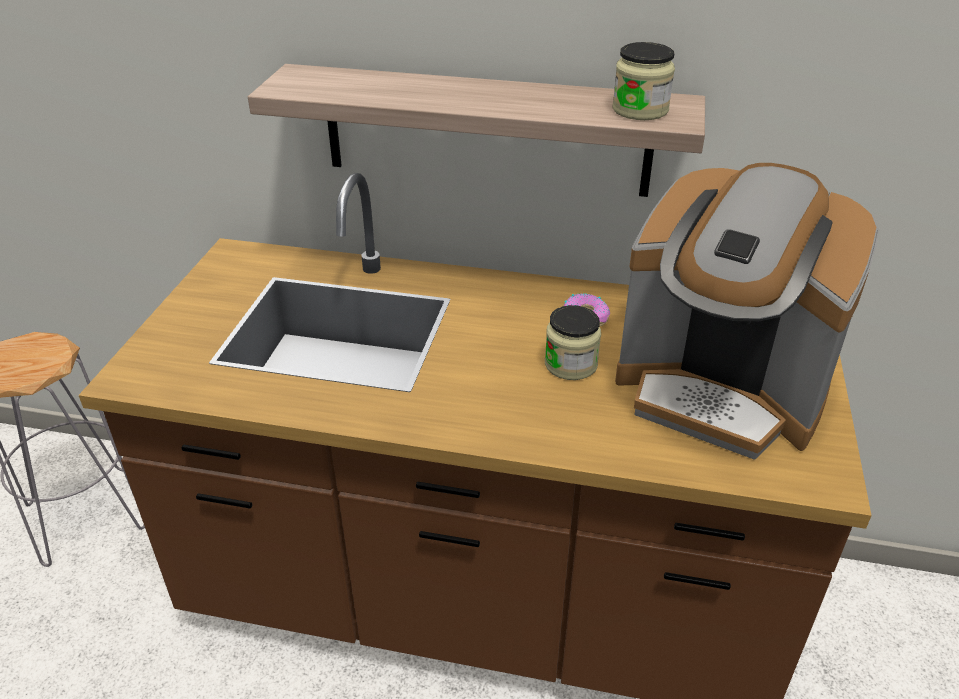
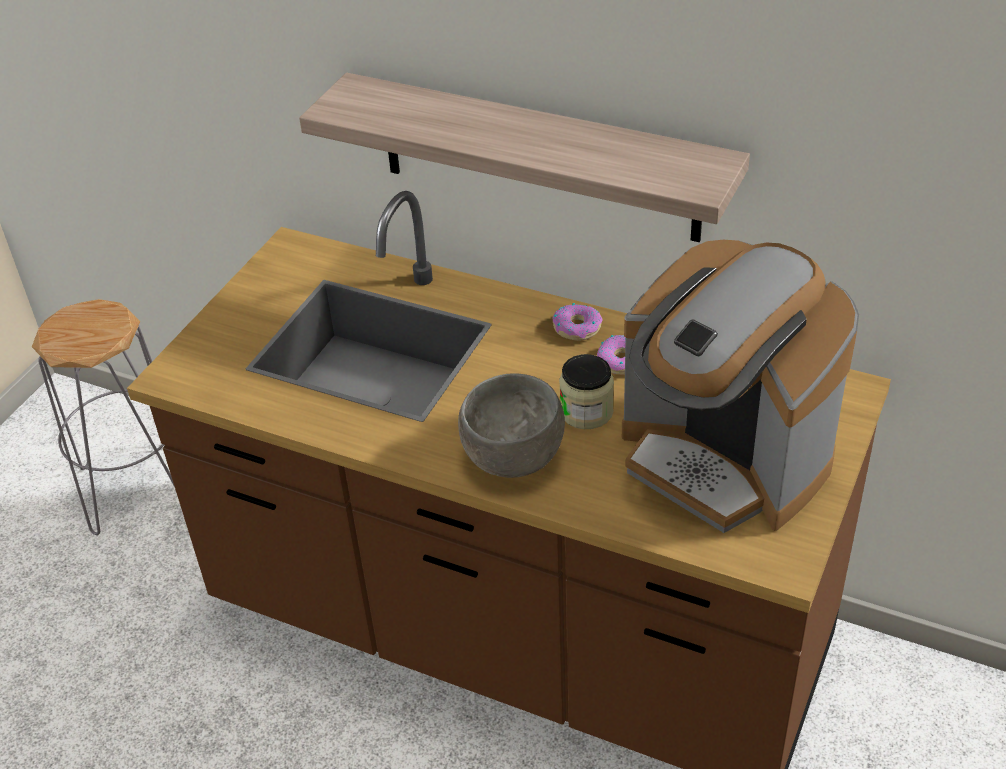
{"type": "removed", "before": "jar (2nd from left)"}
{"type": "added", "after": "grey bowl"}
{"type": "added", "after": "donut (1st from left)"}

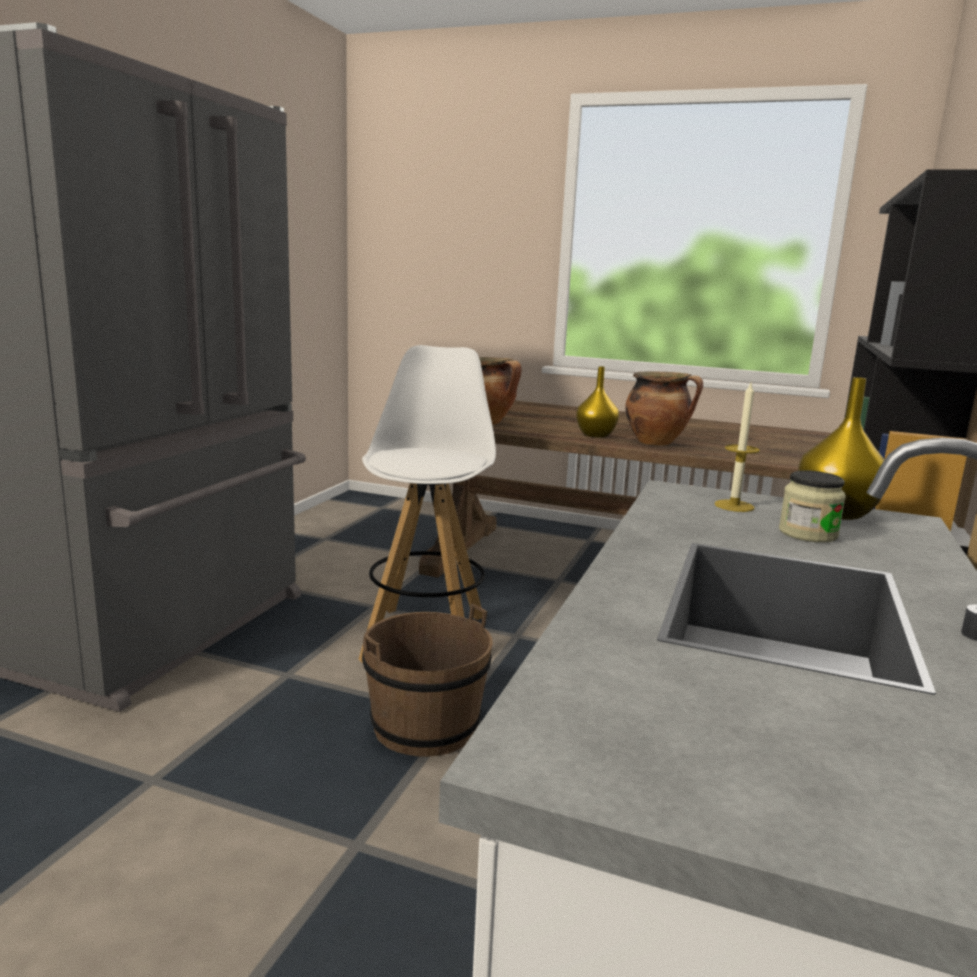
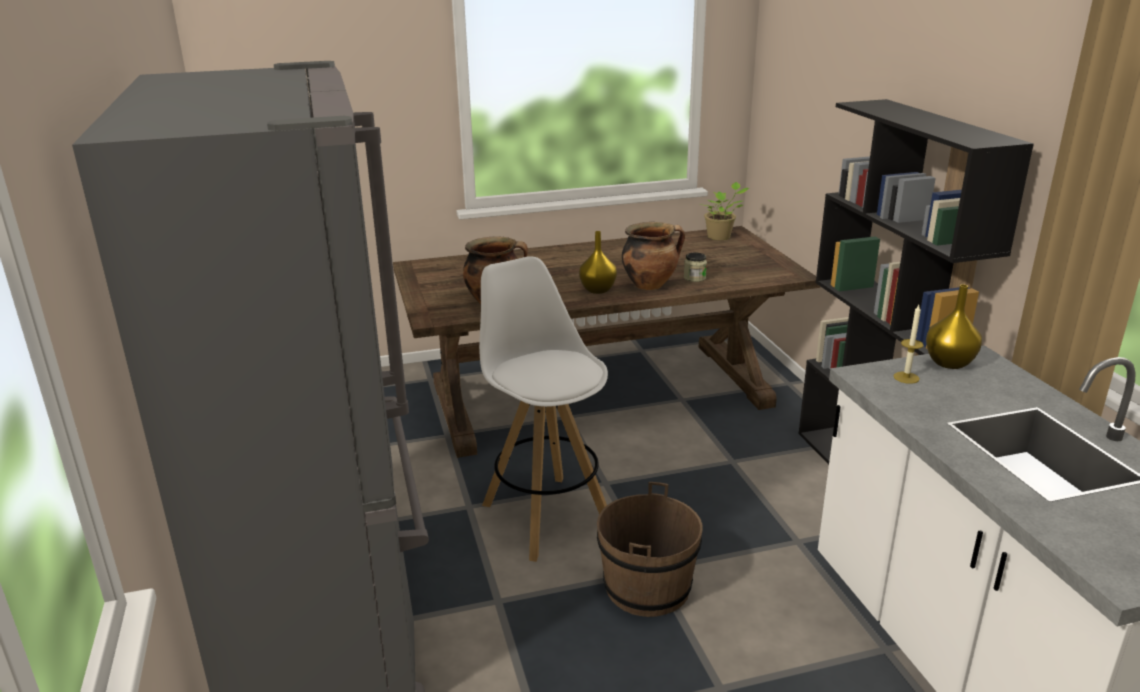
{"type": "added", "after": "potted plant"}
{"type": "moved", "before": "jar"}

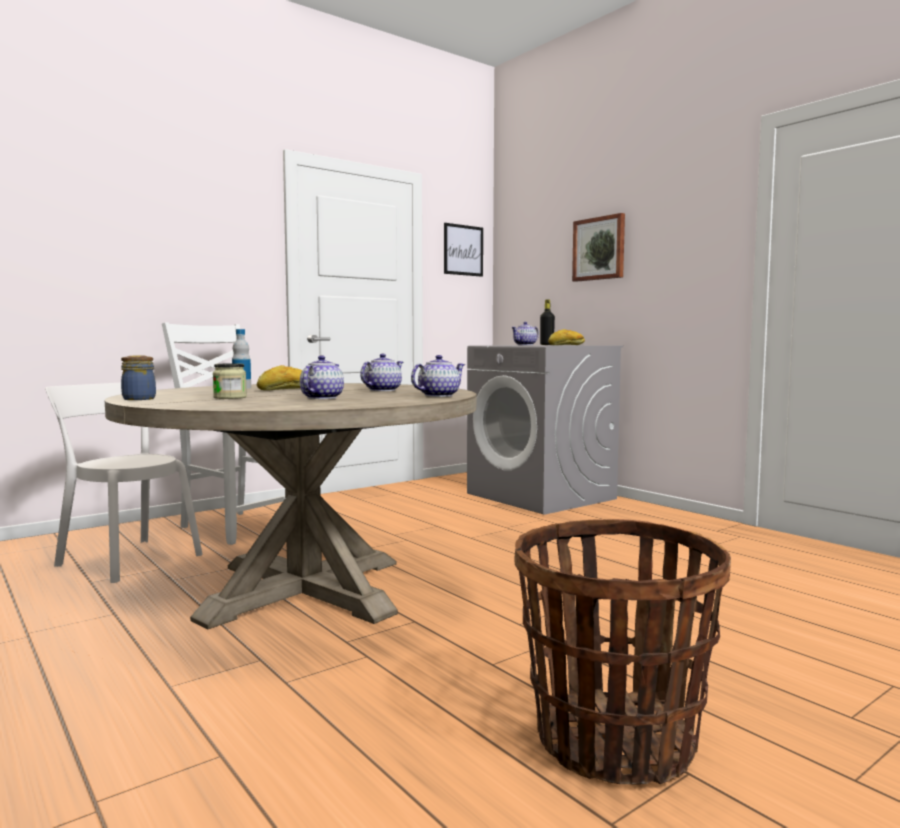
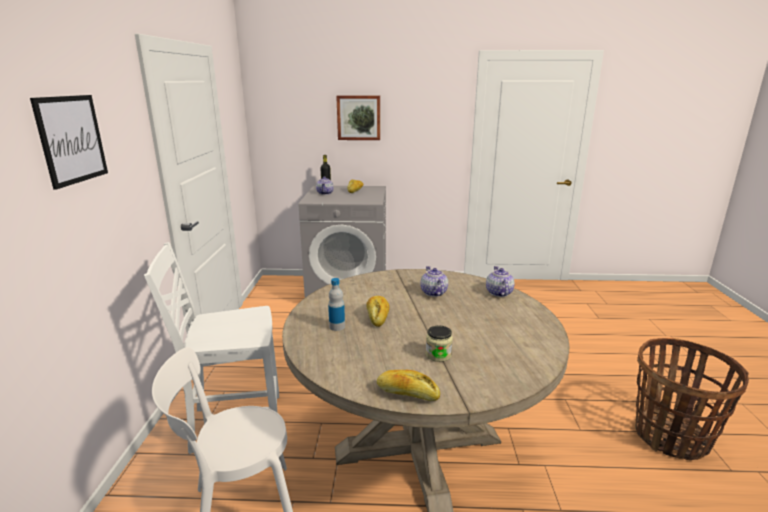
{"type": "removed", "before": "teapot (1st from left)"}
{"type": "moved", "before": "picture (1st from left)"}
{"type": "replaced", "before": "jar (1st from left)", "after": "bread (3rd from left)"}

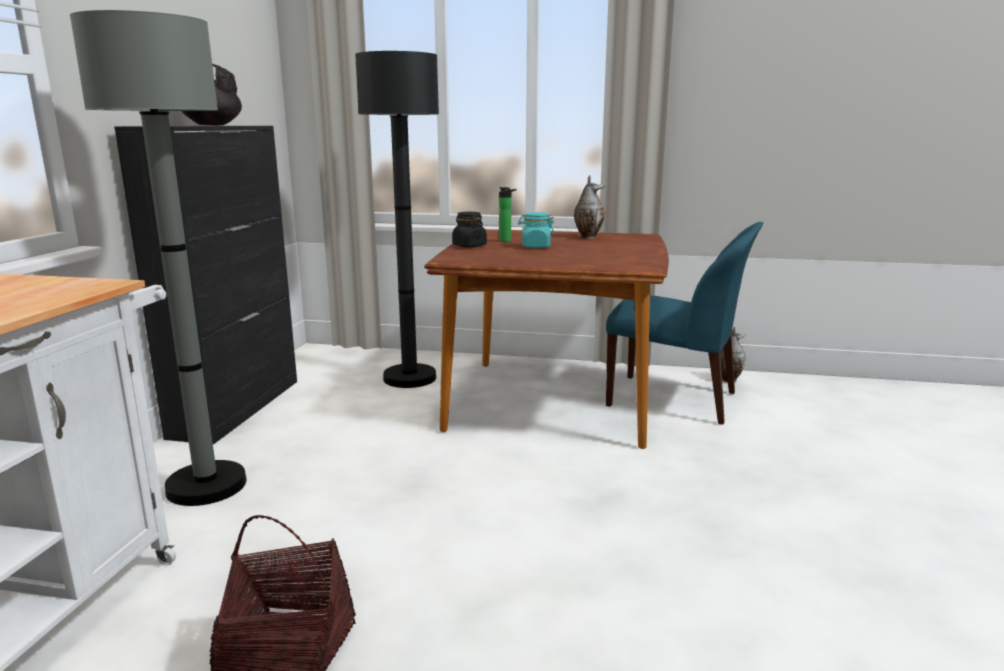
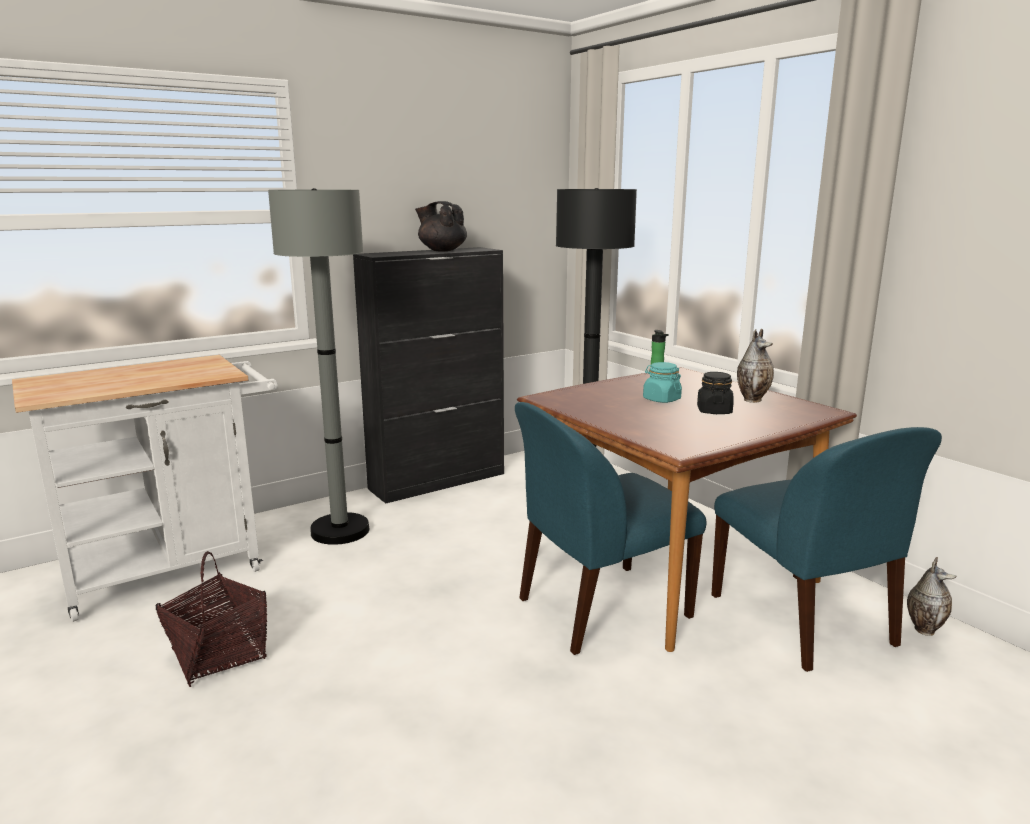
{"type": "added", "after": "blue chair (1st from left)"}
{"type": "moved", "before": "black jar"}

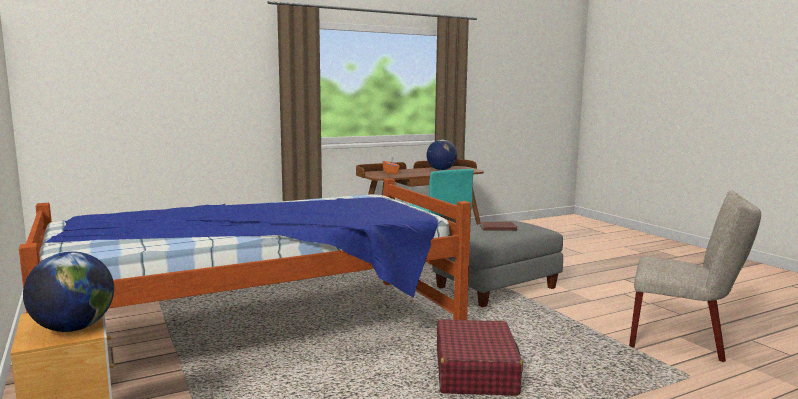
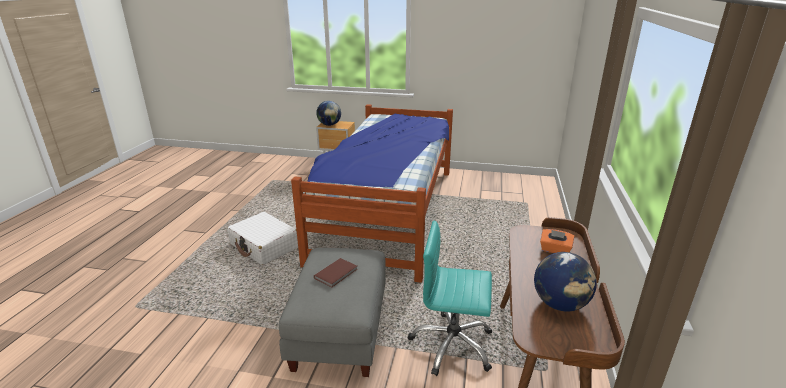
{"type": "removed", "before": "beige chair"}
{"type": "recoloured", "before": "red suitcase", "after": "white suitcase"}

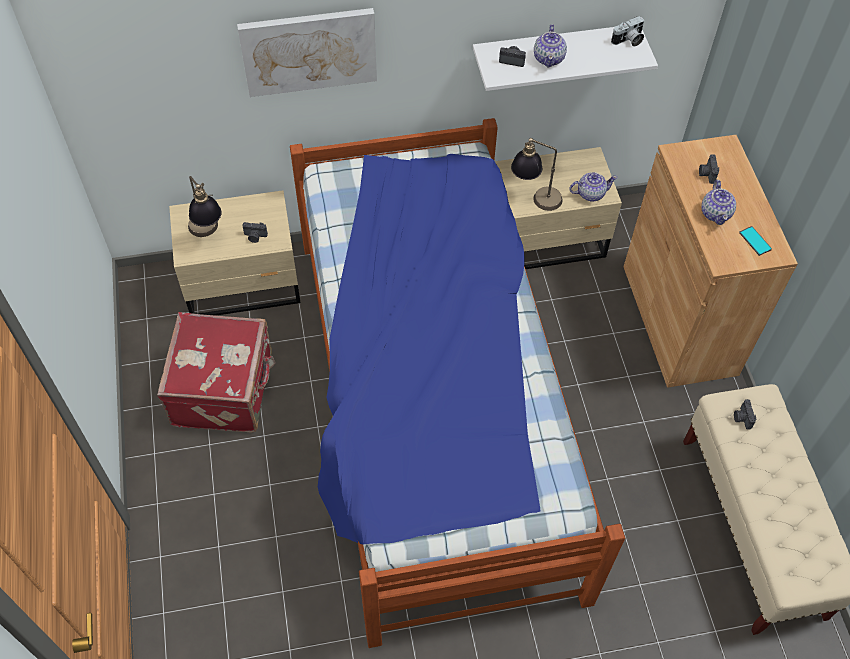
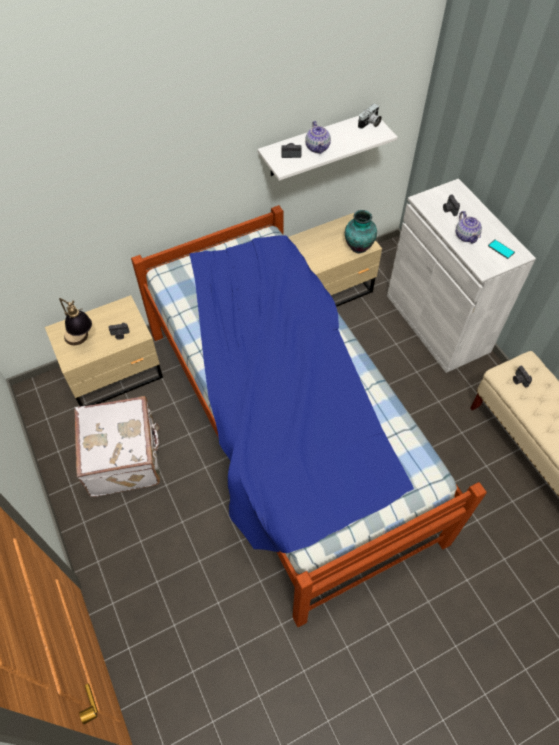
{"type": "removed", "before": "picture"}
{"type": "removed", "before": "table lamp (2nd from left)"}
{"type": "replaced", "before": "teapot (2nd from left)", "after": "vase"}
{"type": "recoloured", "before": "red suitcase", "after": "white suitcase"}
{"type": "recoloured", "before": "brown cabinet", "after": "white cabinet"}

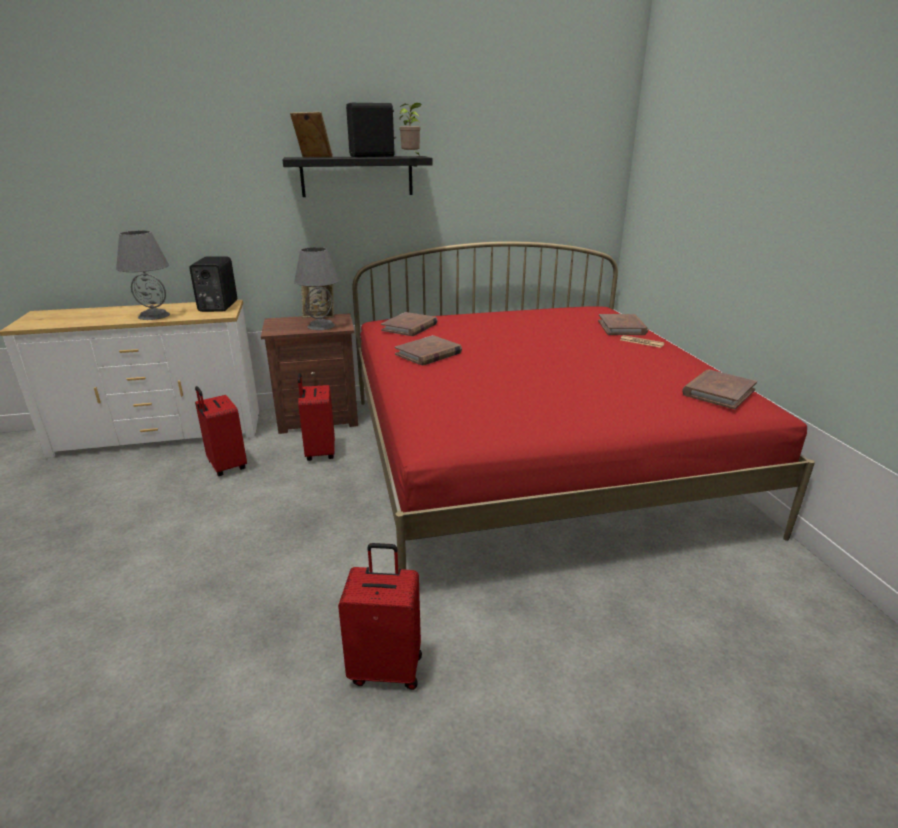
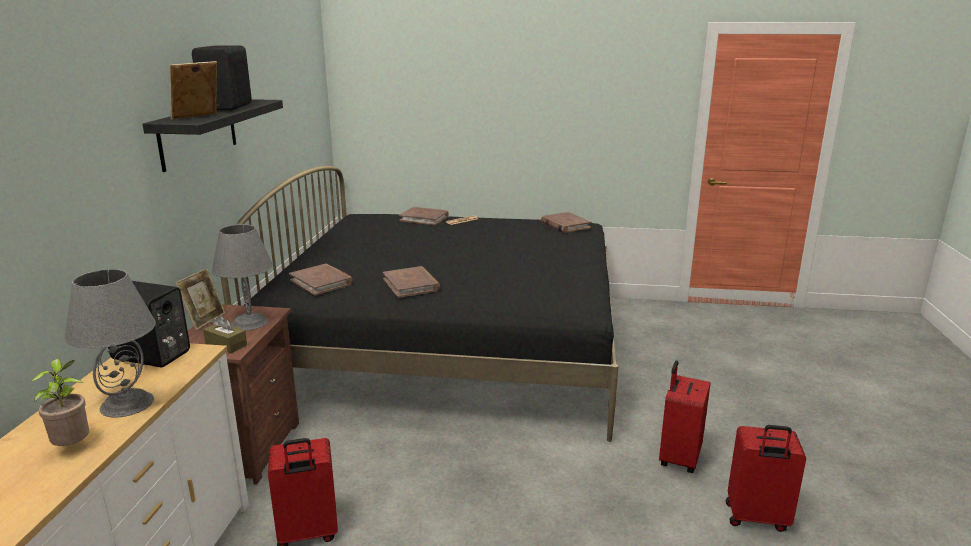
{"type": "added", "after": "brown tissue box"}
{"type": "moved", "before": "red suitcase (2nd from left in the first image)", "after": "red suitcase (3rd from left)"}
{"type": "moved", "before": "potted plant"}
{"type": "recoloured", "before": "red bed", "after": "black bed"}

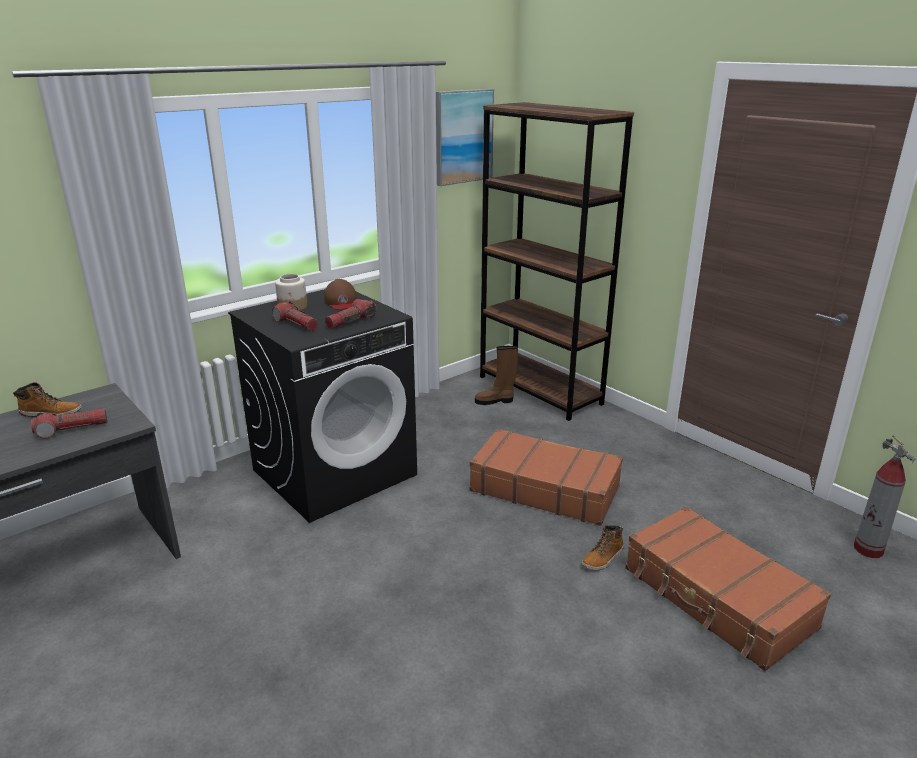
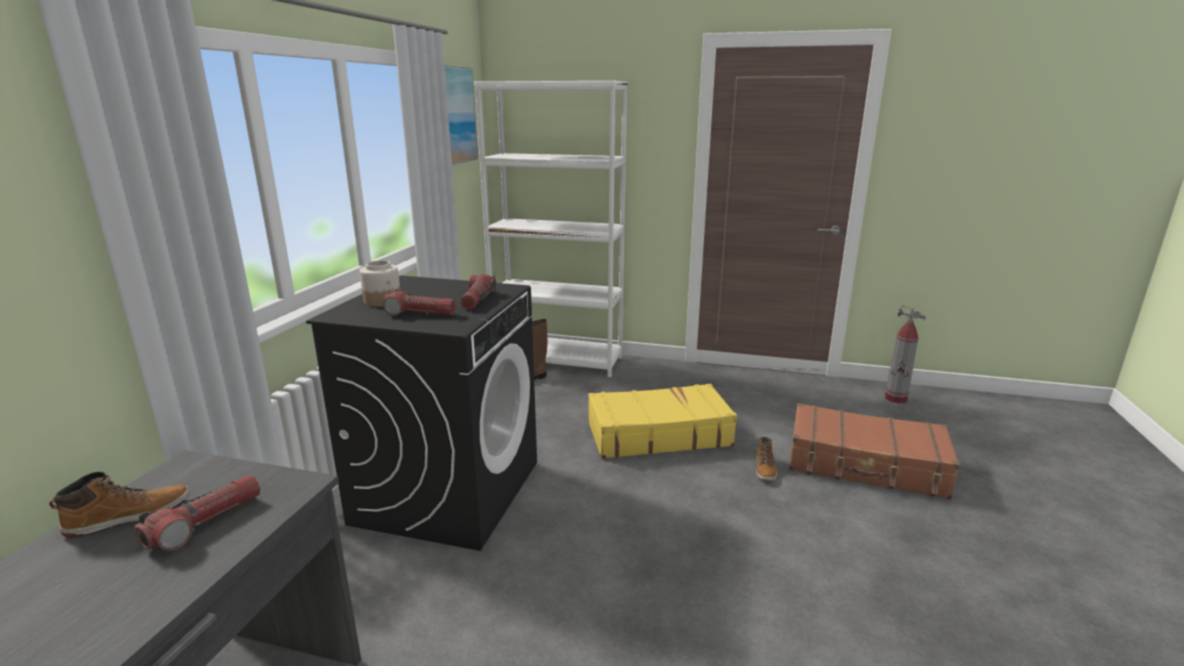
{"type": "removed", "before": "brown cap"}
{"type": "recoloured", "before": "brown suitcase (1st from left)", "after": "yellow suitcase"}
{"type": "recoloured", "before": "brown bookcase", "after": "white bookcase"}

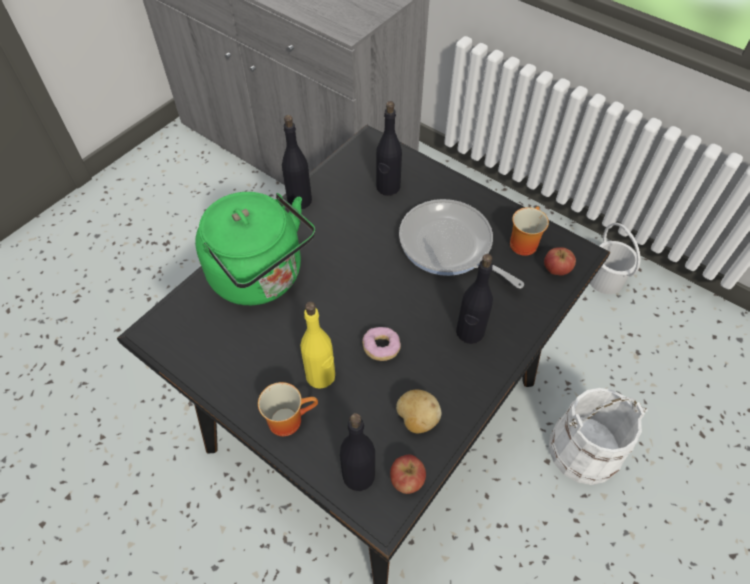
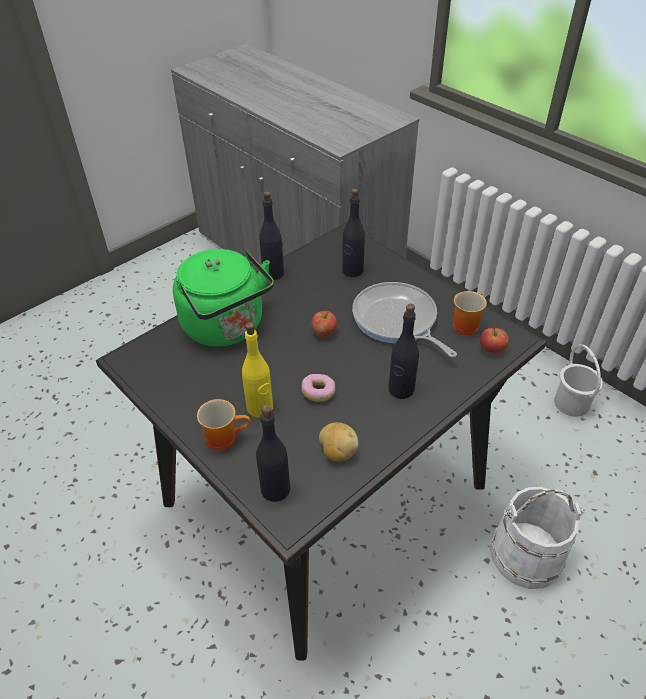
{"type": "moved", "before": "apple (1st from left)"}

